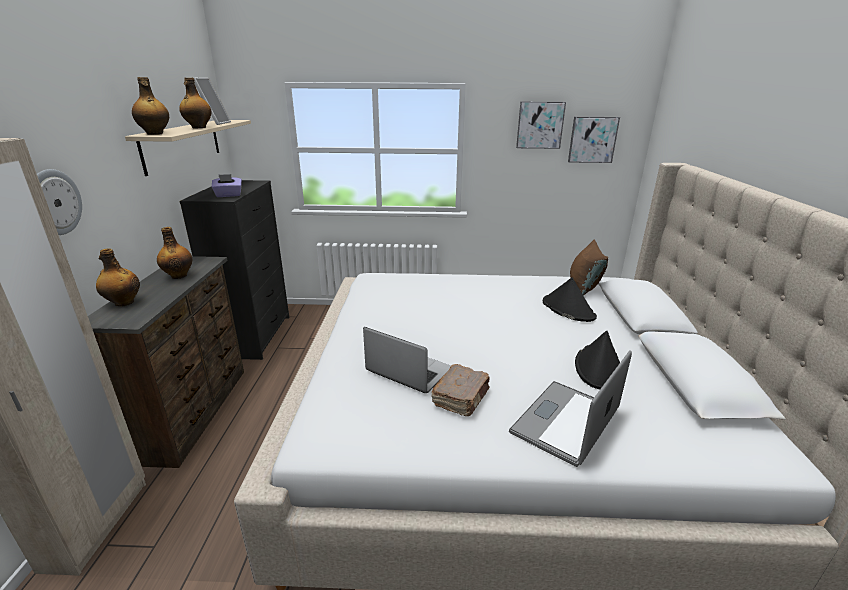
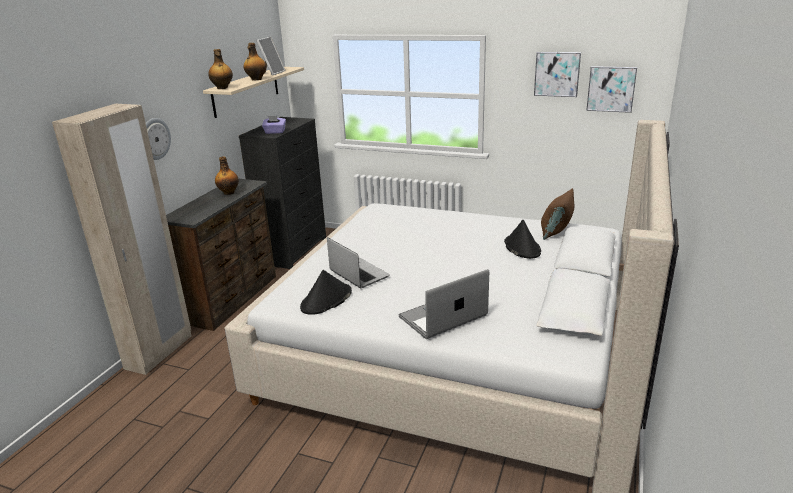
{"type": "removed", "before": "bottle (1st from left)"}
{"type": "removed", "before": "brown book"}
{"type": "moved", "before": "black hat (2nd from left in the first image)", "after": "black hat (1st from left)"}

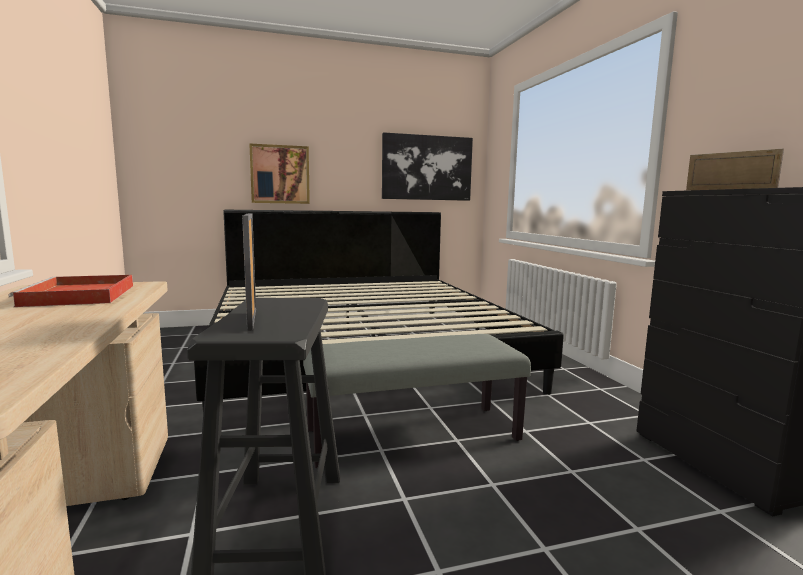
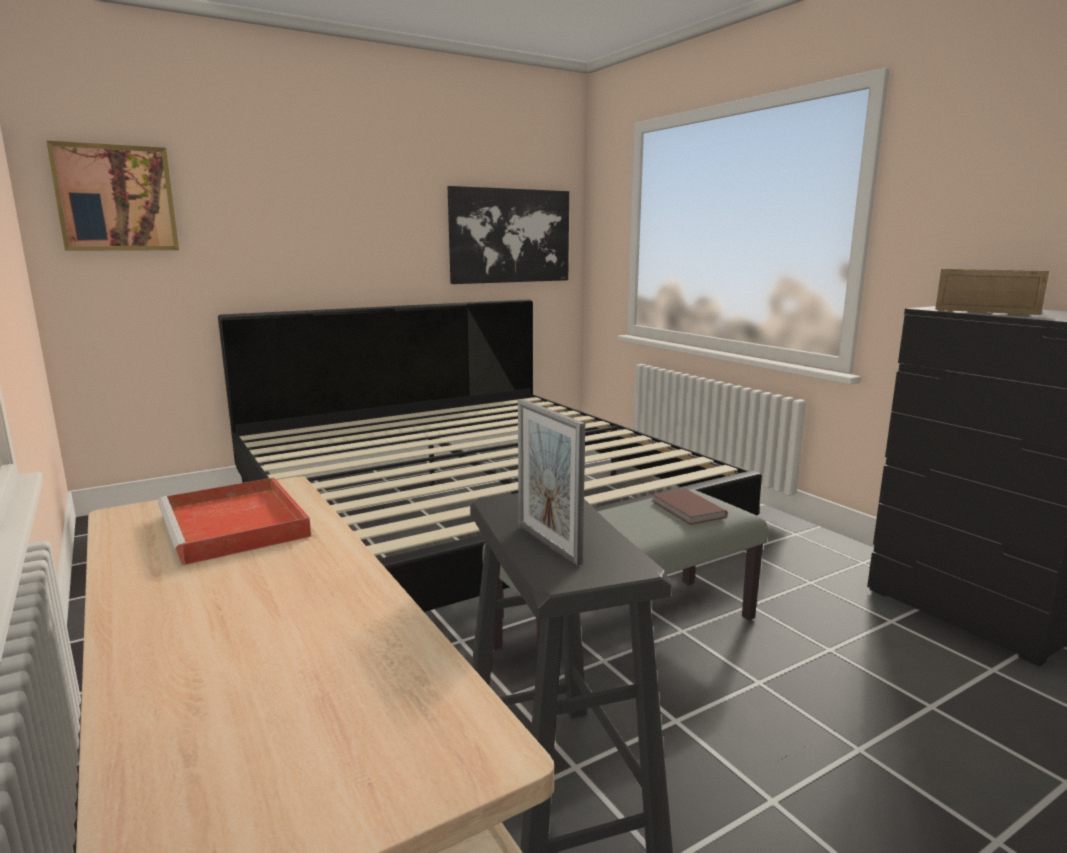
{"type": "added", "after": "brown book"}
{"type": "moved", "before": "picture (1st from left)"}

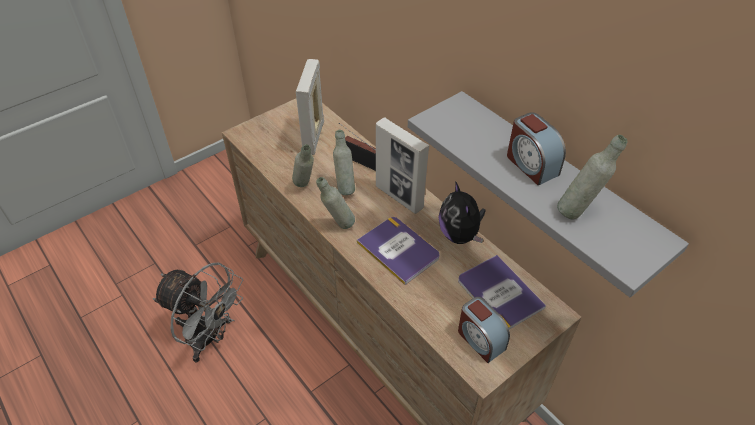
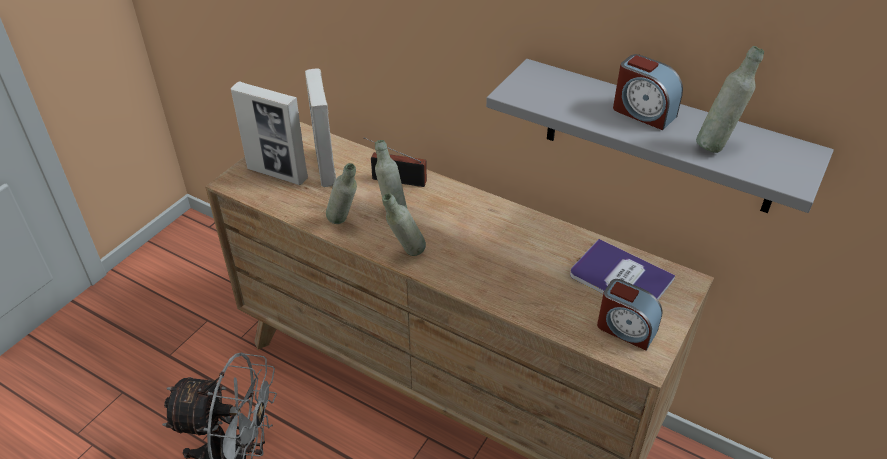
{"type": "removed", "before": "book (1st from left)"}
{"type": "removed", "before": "plush toy"}
{"type": "moved", "before": "picture frame (2nd from left in the first image)", "after": "picture frame (1st from left)"}

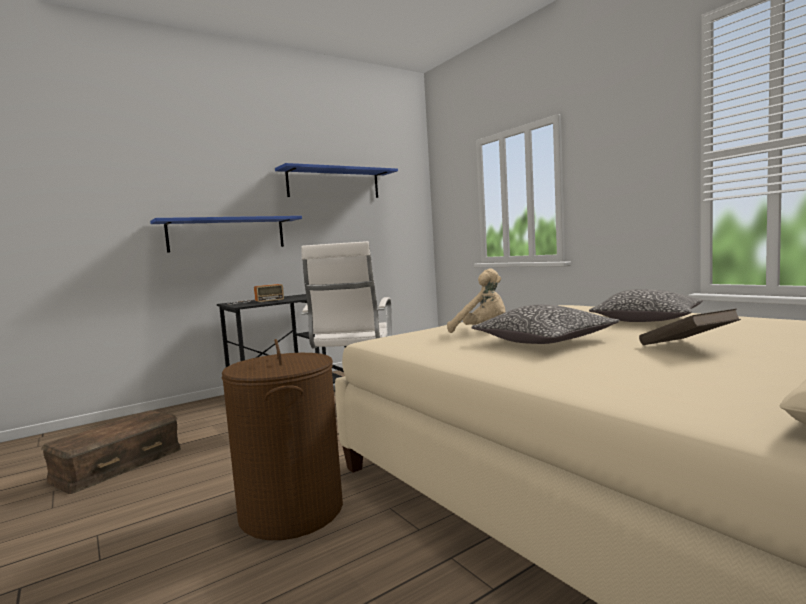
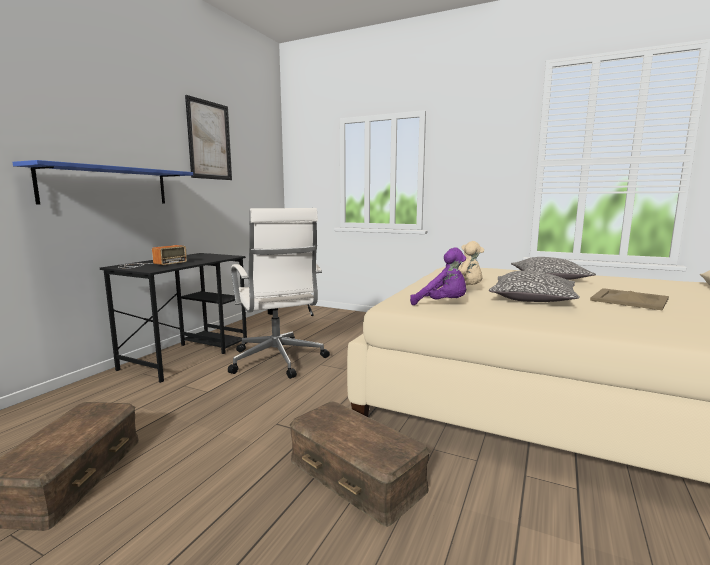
{"type": "added", "after": "purple plush toy"}
{"type": "replaced", "before": "brown laundry basket", "after": "brown storage box (2nd from left)"}
{"type": "replaced", "before": "blue shelf (2nd from left)", "after": "picture"}
{"type": "replaced", "before": "brown book", "after": "beige tray"}

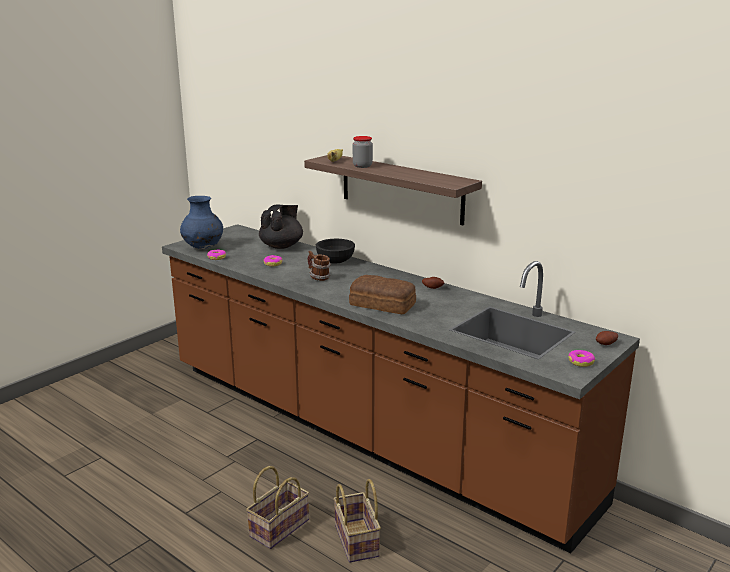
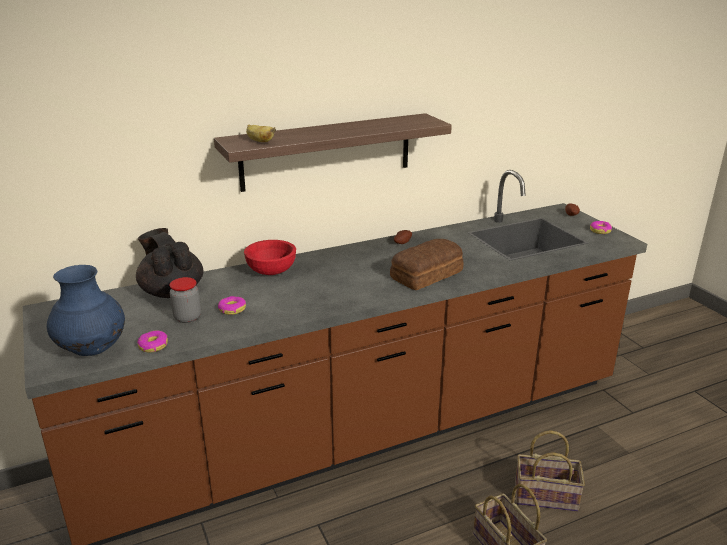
{"type": "removed", "before": "mug"}
{"type": "moved", "before": "jar"}
{"type": "recoloured", "before": "black bowl", "after": "red bowl"}

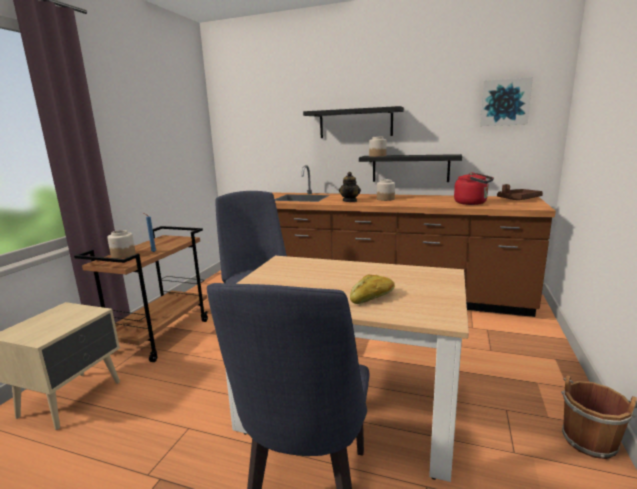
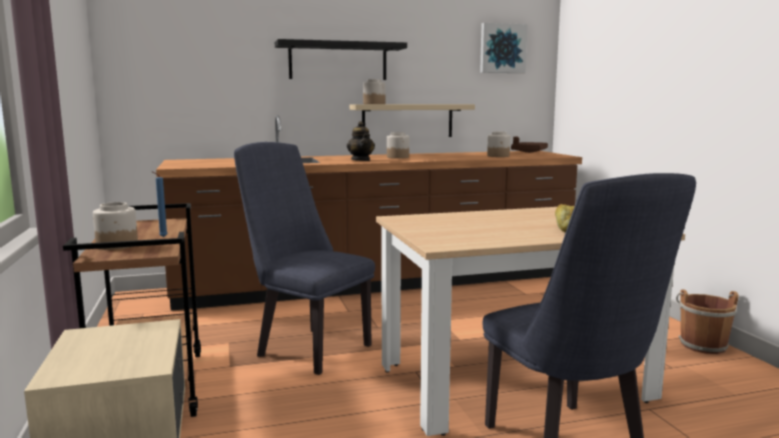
{"type": "replaced", "before": "red kettle", "after": "jar (4th from left)"}
{"type": "recoloured", "before": "black shelf (2nd from left)", "after": "beige shelf"}

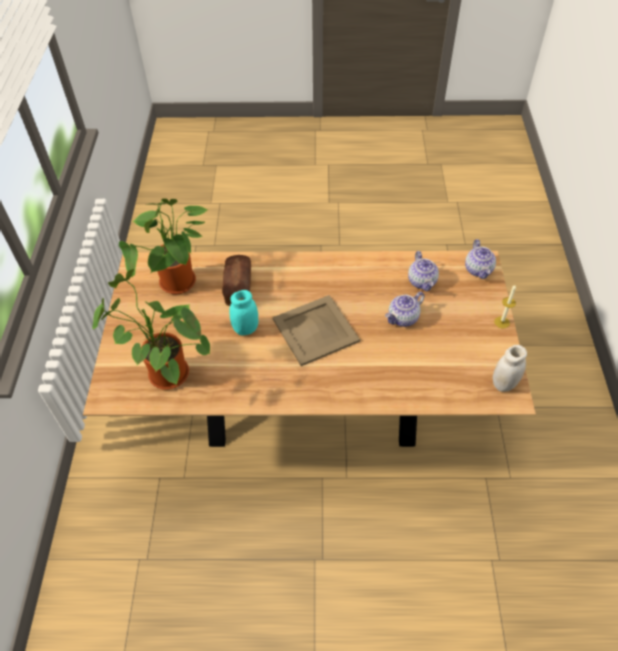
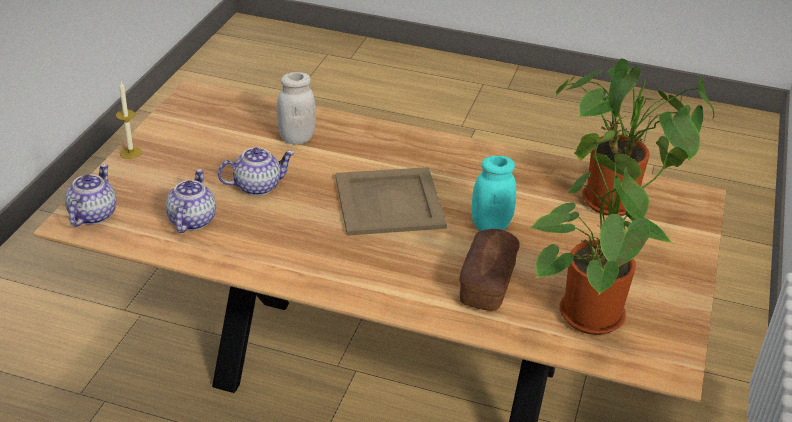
{"type": "moved", "before": "white jar"}

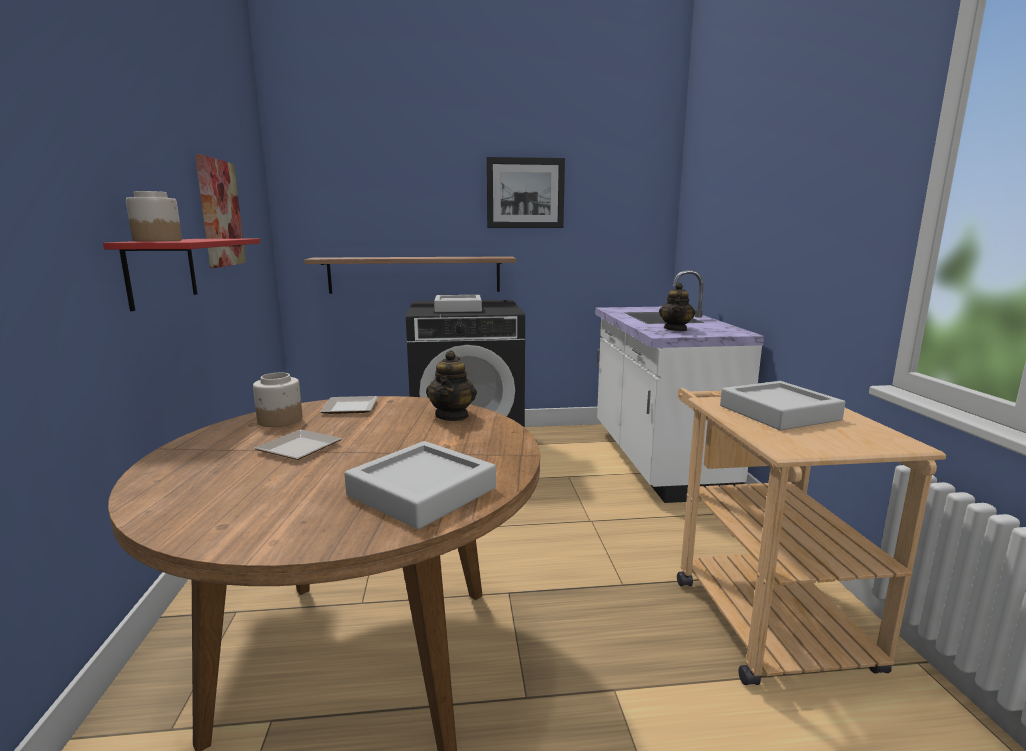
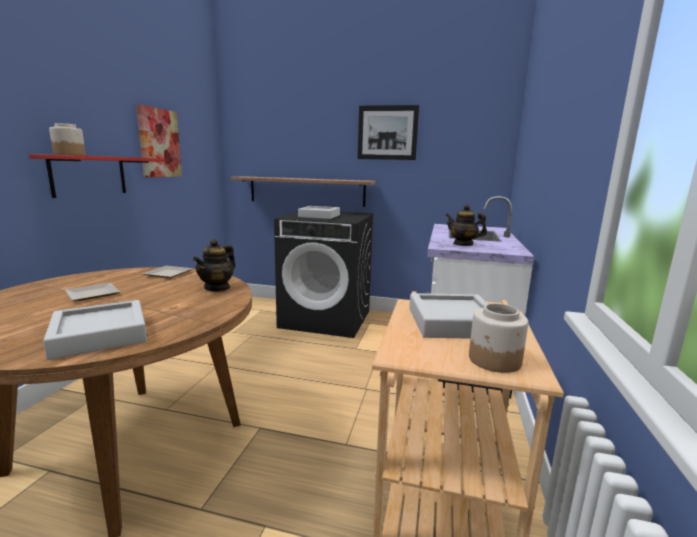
{"type": "moved", "before": "jar (2nd from left)"}
{"type": "turned", "before": "teapot (2nd from left)", "turn": 90}

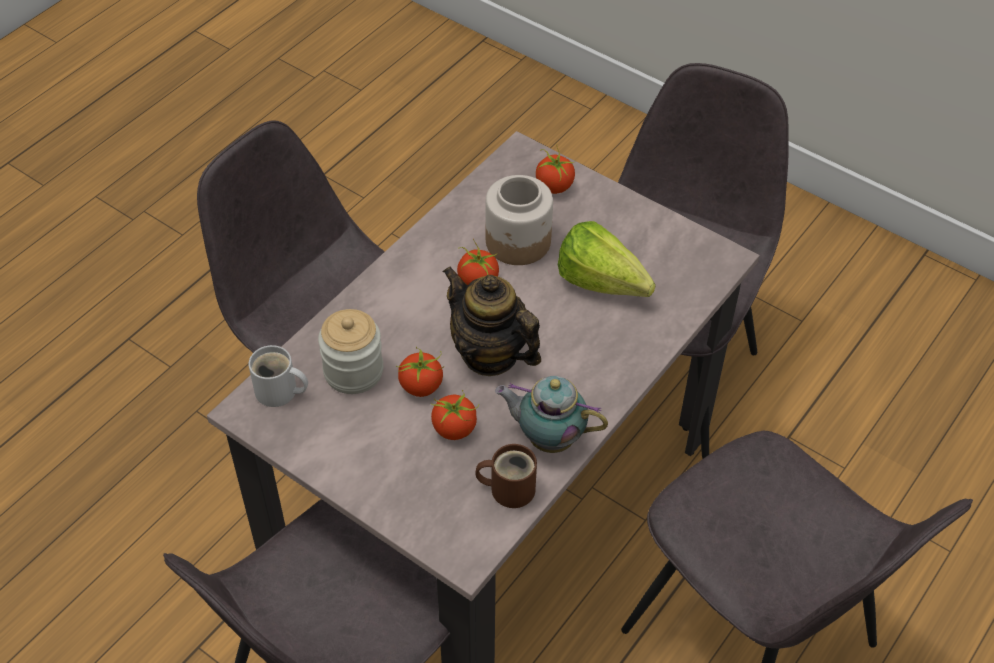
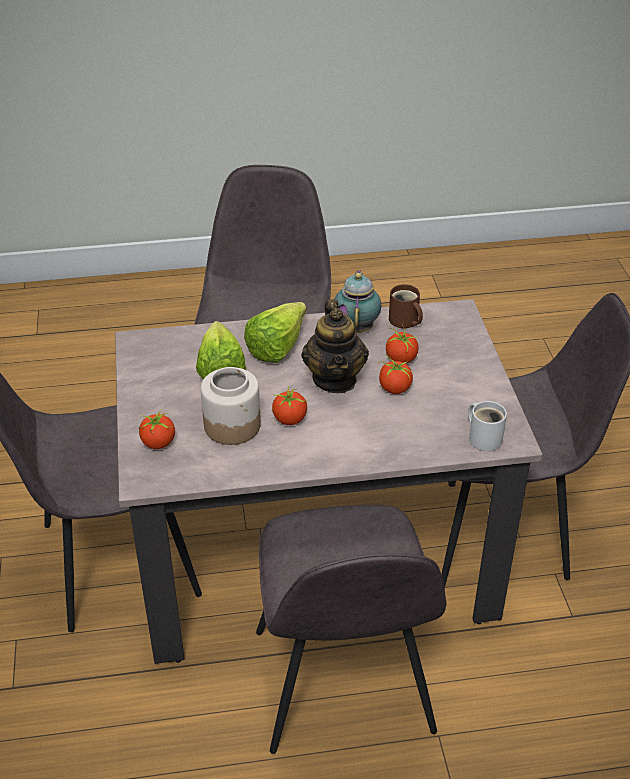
{"type": "removed", "before": "jar (1st from left)"}
{"type": "added", "after": "lettuce (2nd from left)"}
{"type": "turned", "before": "teapot (2nd from left)", "turn": -150}

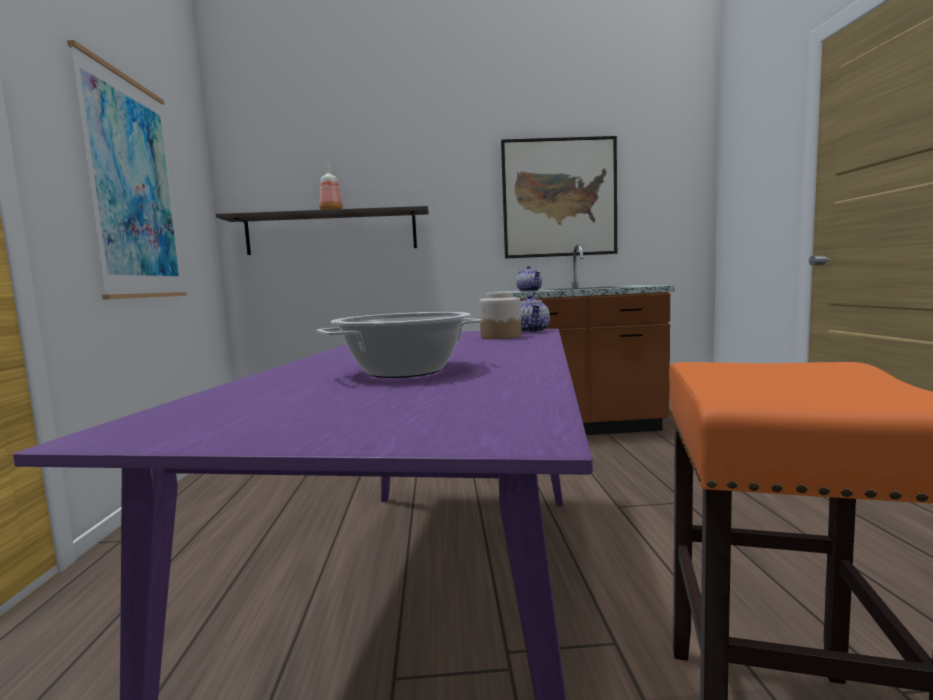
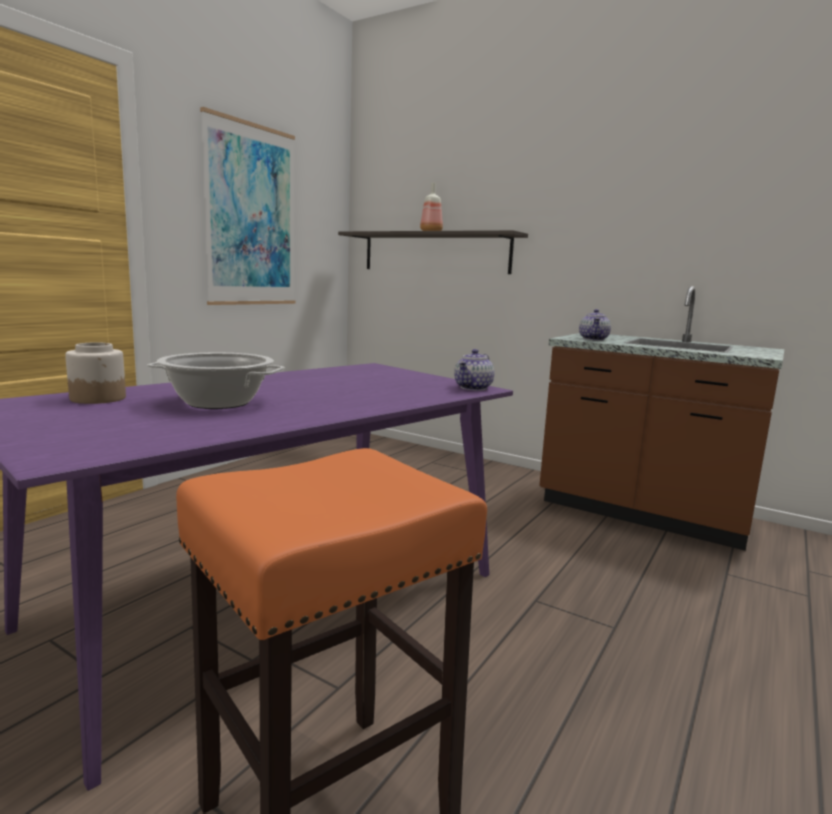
{"type": "removed", "before": "picture (2nd from left)"}
{"type": "moved", "before": "jar"}

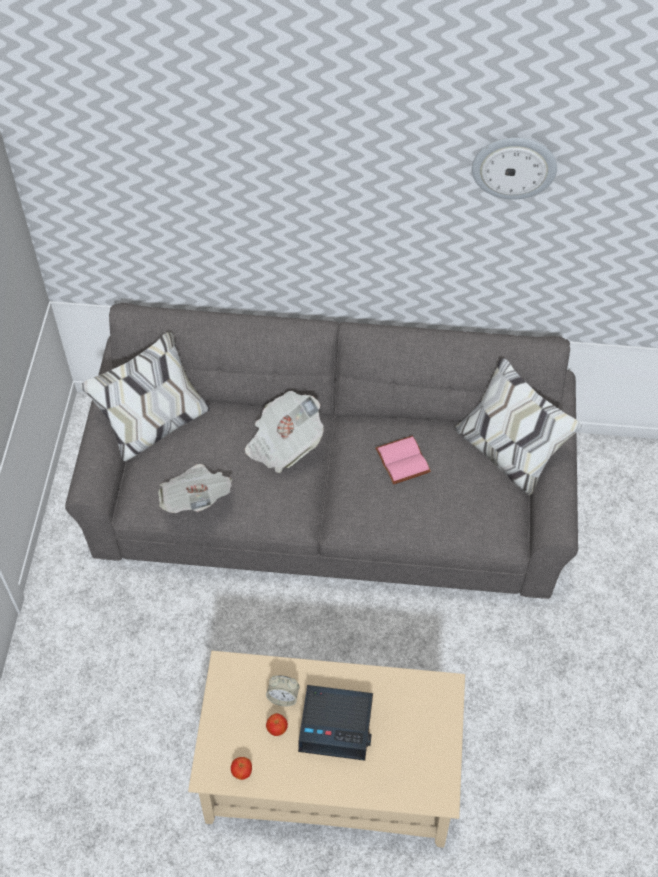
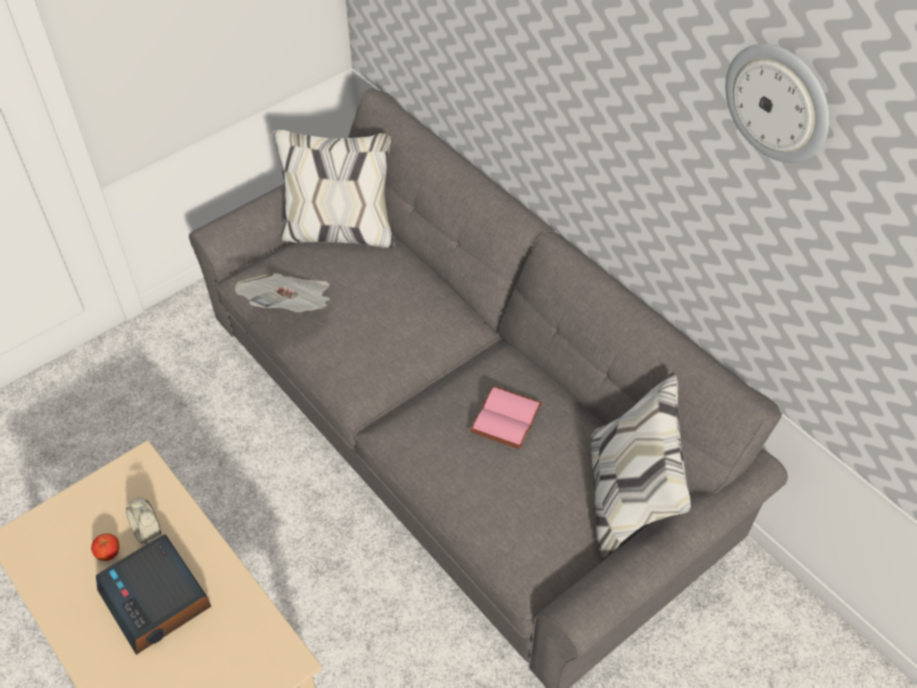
{"type": "removed", "before": "apple (1st from left)"}
{"type": "removed", "before": "newspaper (2nd from left)"}

